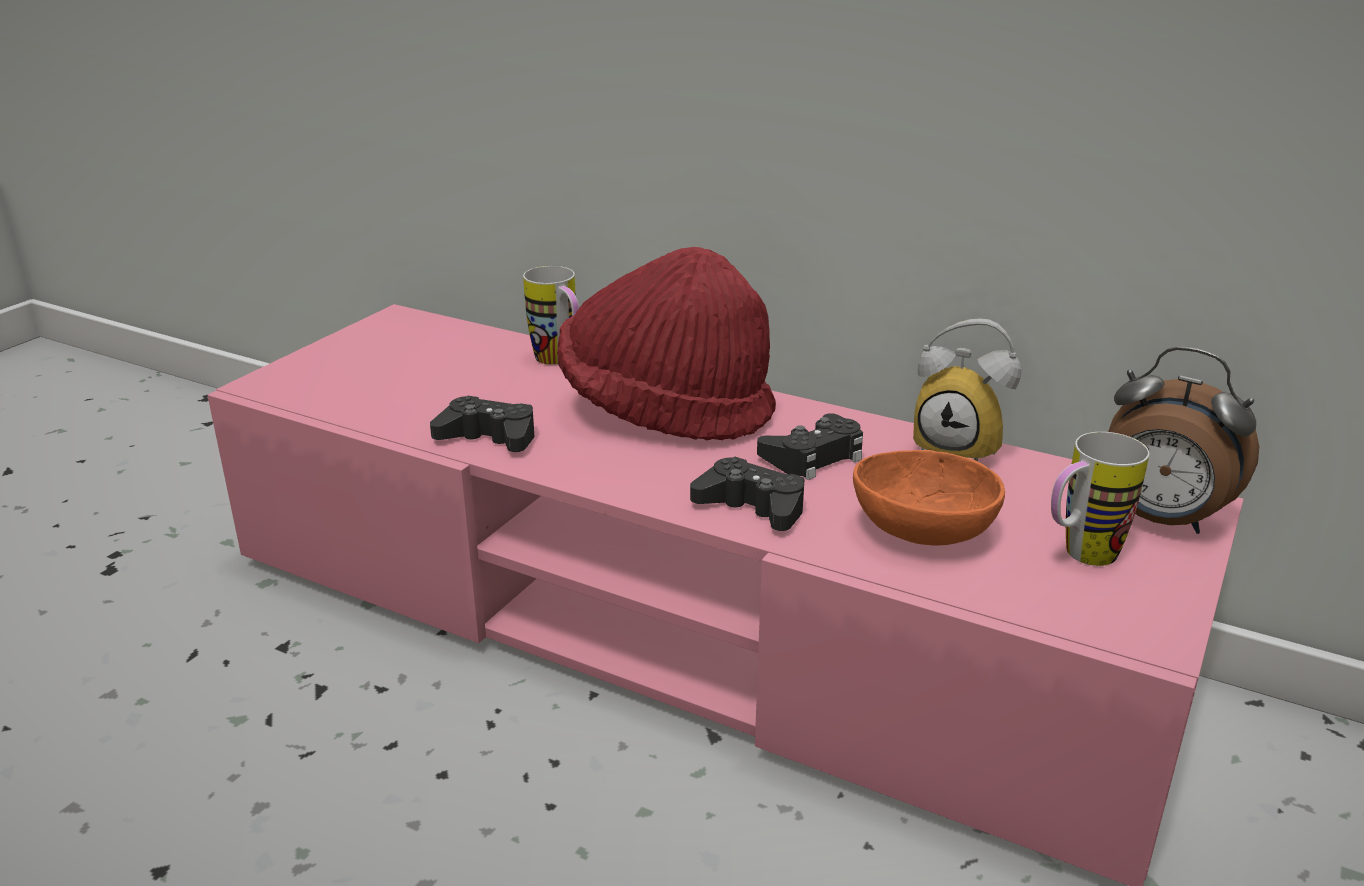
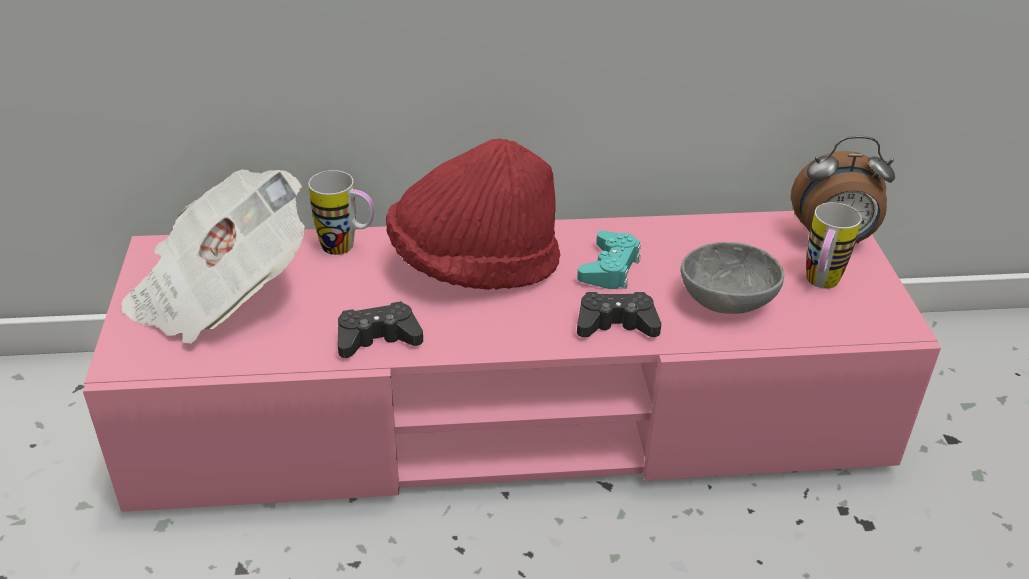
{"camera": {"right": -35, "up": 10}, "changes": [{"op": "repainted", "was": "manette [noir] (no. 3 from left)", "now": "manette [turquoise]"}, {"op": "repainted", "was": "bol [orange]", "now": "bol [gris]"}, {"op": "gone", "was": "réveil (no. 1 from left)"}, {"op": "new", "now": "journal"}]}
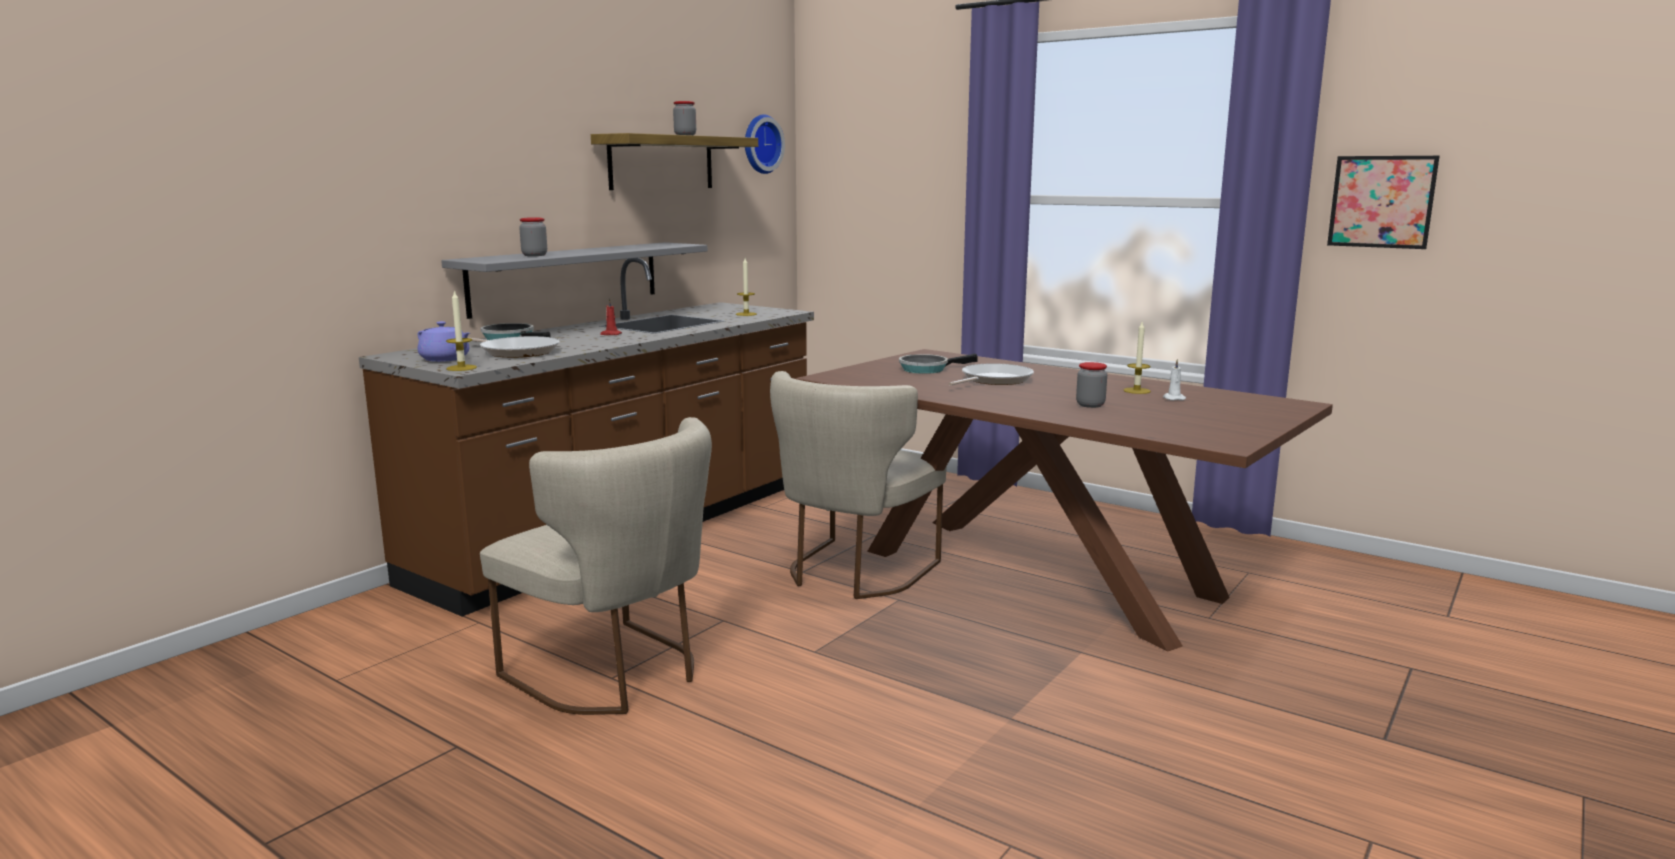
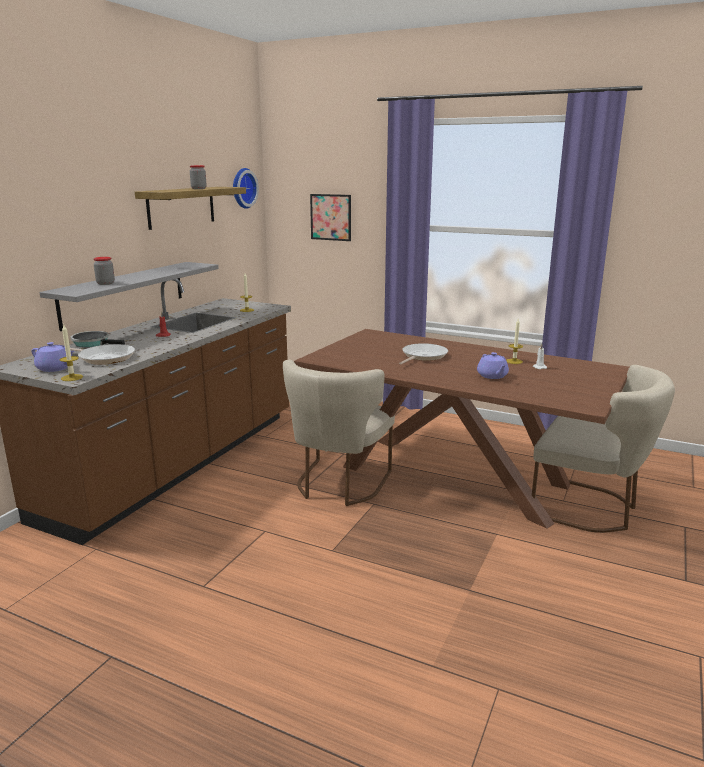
{"camera": {"right": -10, "up": 5}, "changes": [{"op": "shifted", "was": "chaise [beige] (no. 1 from left in the first image)", "now": "chaise [beige] (no. 2 from left)"}, {"op": "gone", "was": "poêle (no. 3 from left)"}, {"op": "swapped", "was": "bocal (no. 3 from left)", "now": "théière [violet] (no. 2 from left)"}, {"op": "shifted", "was": "tableau"}]}
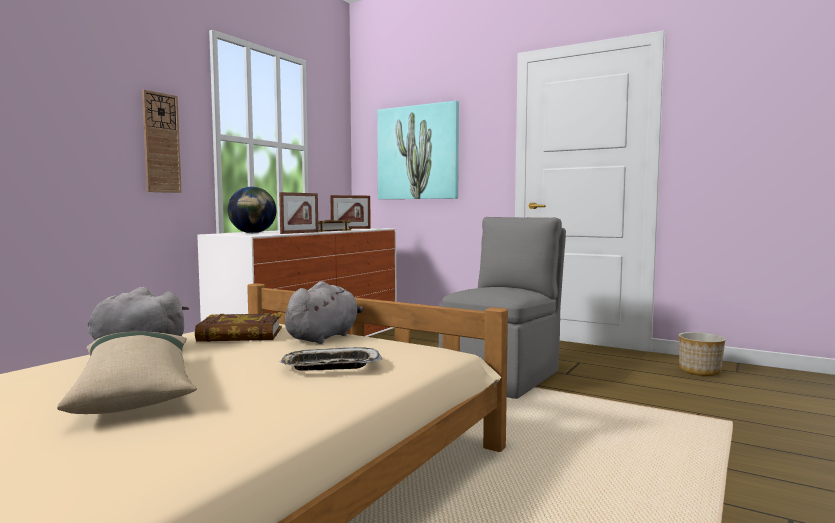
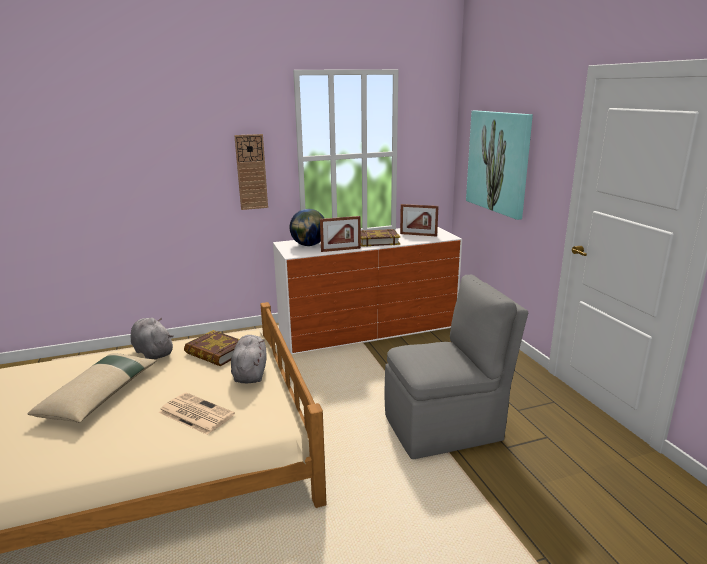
{"camera": {"right": 40, "up": 15}, "changes": [{"op": "swapped", "was": "plateau", "now": "journal"}, {"op": "rotated", "was": "peluche [gris] (no. 2 from left)", "clockwise": -75}, {"op": "gone", "was": "cache-pot"}]}
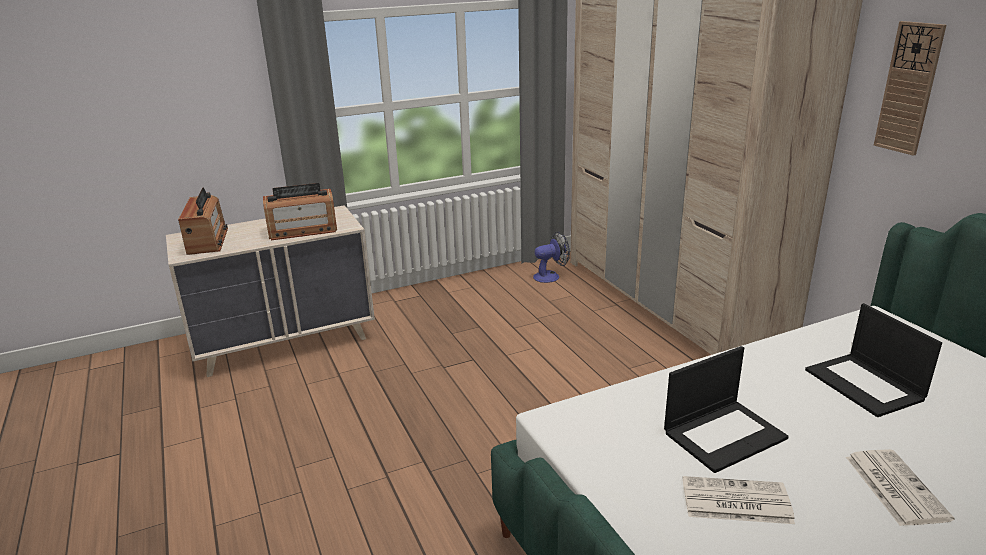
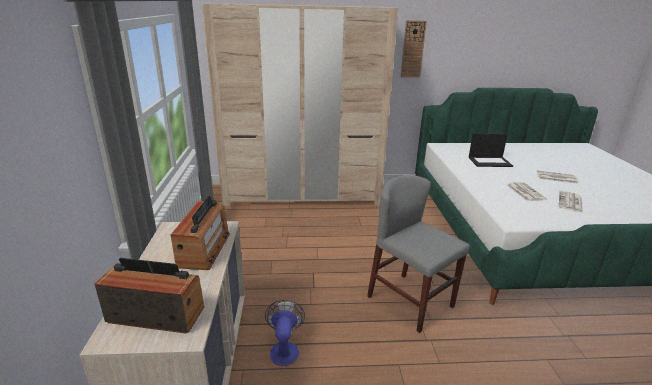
{"camera": {"right": -70, "up": 0}, "changes": [{"op": "shifted", "was": "ventilateur"}, {"op": "swapped", "was": "ordinateur portable (no. 1 from left)", "now": "journal (no. 1 from left)"}, {"op": "new", "now": "chaise [gris]"}]}
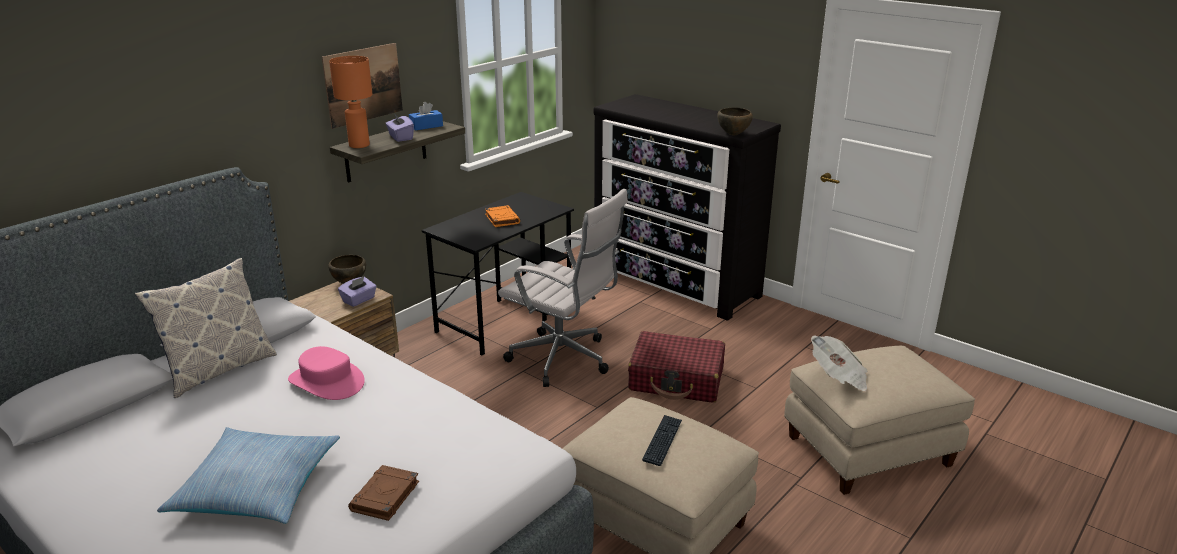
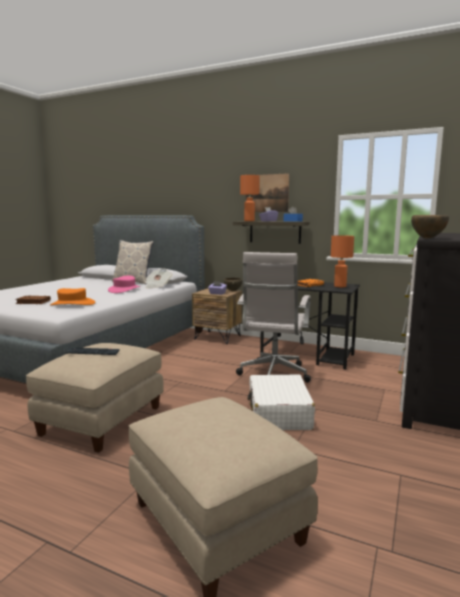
{"camera": {"right": 75, "up": -15}, "changes": [{"op": "gone", "was": "coussin (no. 2 from left)"}, {"op": "repainted", "was": "valise [rouge]", "now": "valise [blanc]"}, {"op": "shifted", "was": "journal"}, {"op": "new", "now": "chapeau [orange]"}, {"op": "new", "now": "lampe de table [orange] (no. 2 from left)"}]}
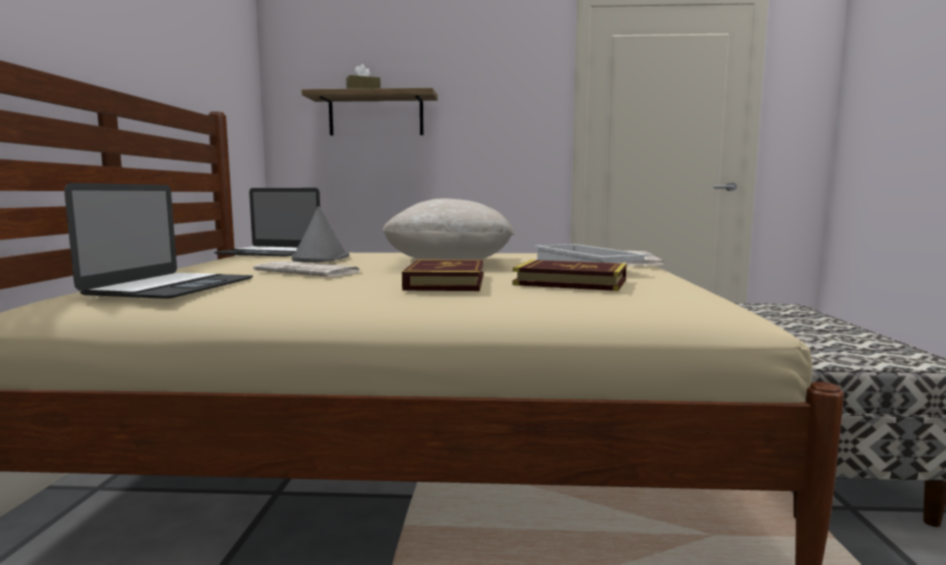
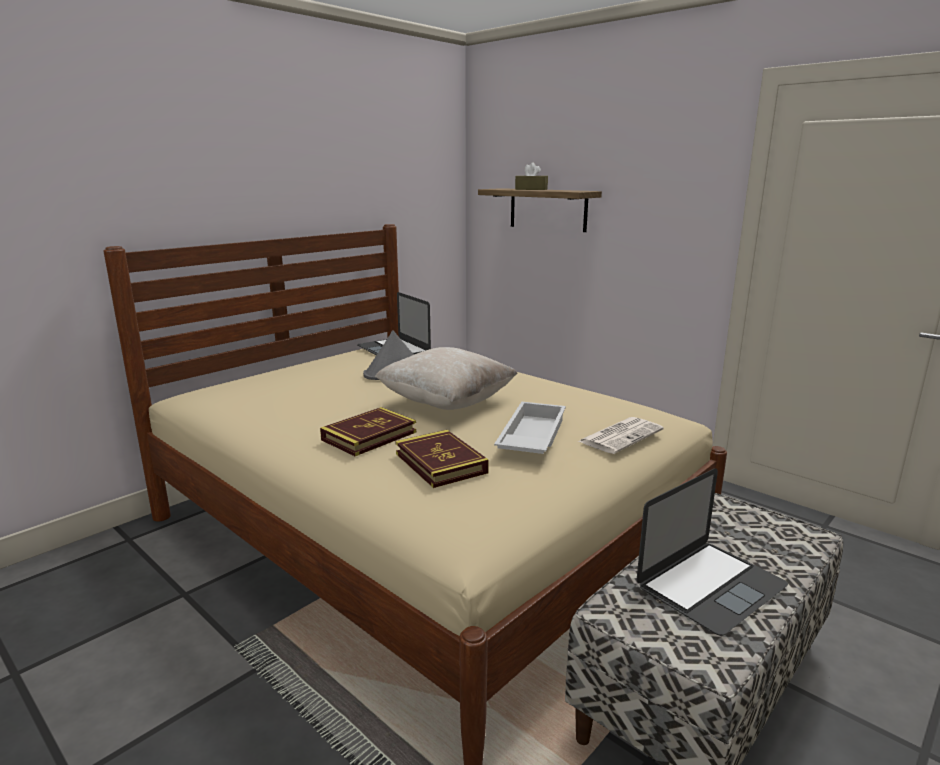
{"camera": {"right": 40, "up": 10}, "changes": [{"op": "shifted", "was": "ordinateur portable (no. 1 from left in the first image)", "now": "ordinateur portable (no. 2 from left)"}, {"op": "gone", "was": "journal (no. 1 from left)"}]}
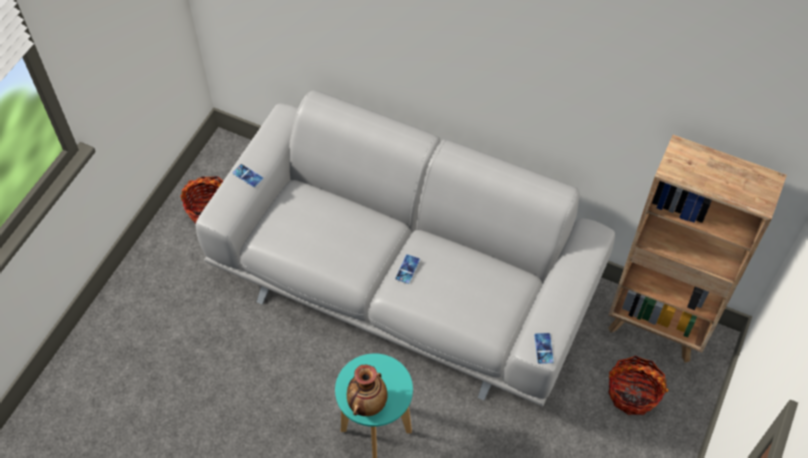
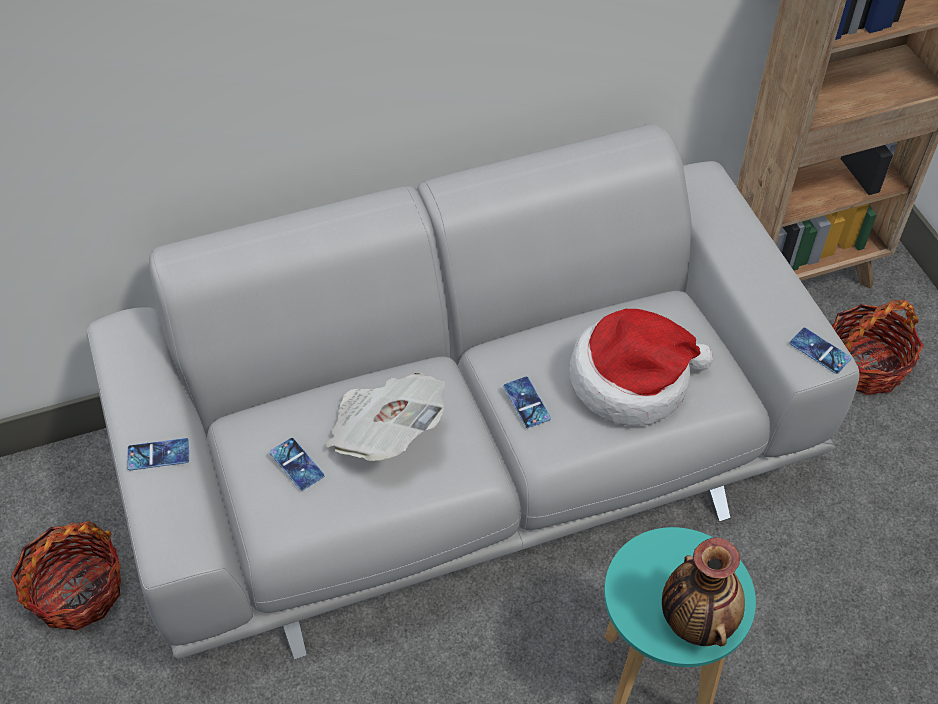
{"camera": {"right": -45, "up": -5}, "changes": [{"op": "new", "now": "téléphone (no. 2 from left)"}, {"op": "new", "now": "journal"}, {"op": "new", "now": "chapeau"}]}
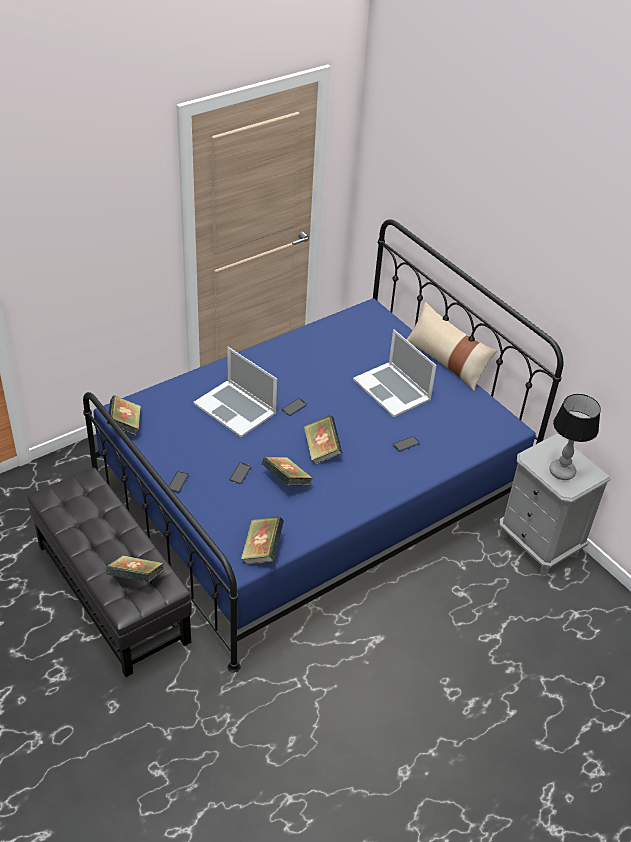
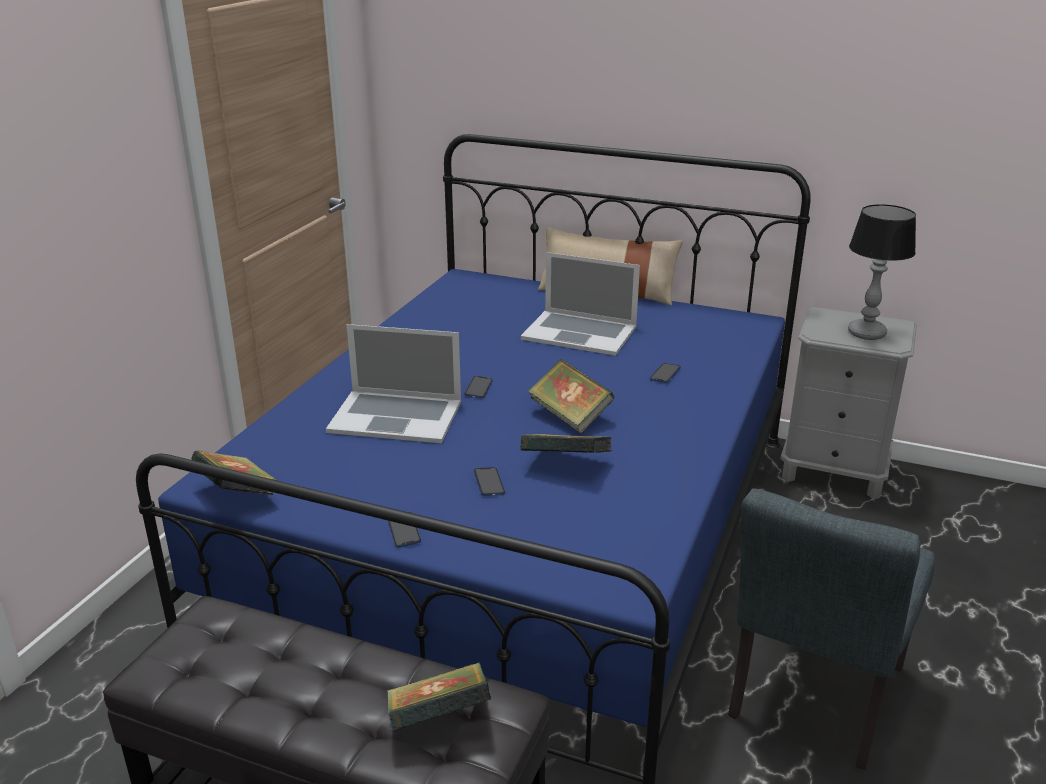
{"camera": {"right": -30, "up": -15}, "changes": [{"op": "gone", "was": "livre (no. 3 from left)"}, {"op": "new", "now": "chaise [gris]"}]}
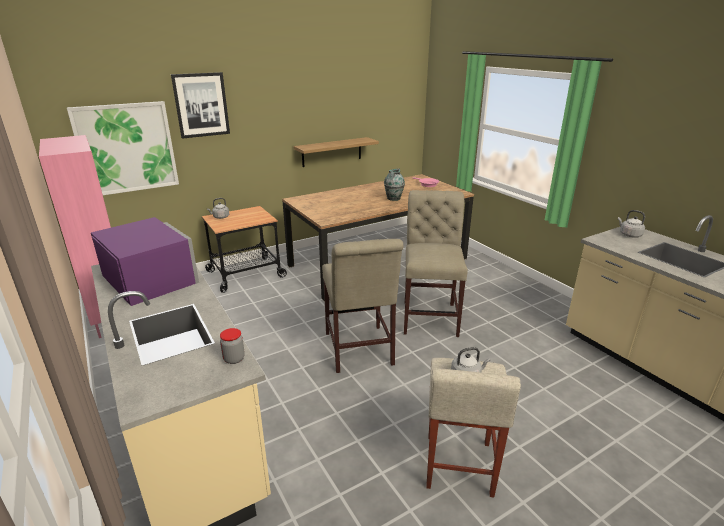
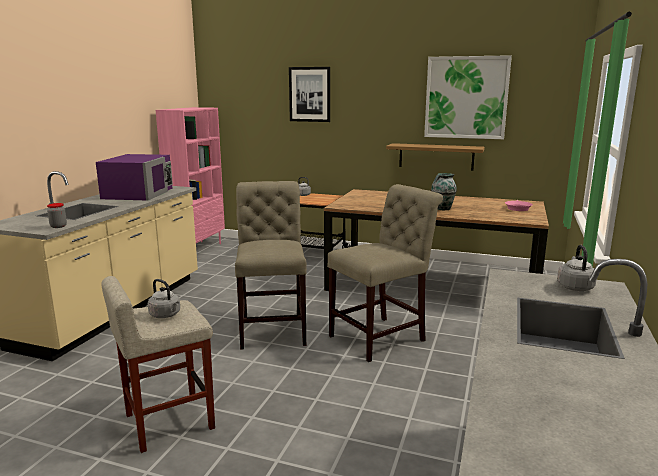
{"camera": {"right": 50, "up": -10}, "changes": [{"op": "shifted", "was": "tableau (no. 1 from left in the first image)", "now": "tableau (no. 2 from left)"}, {"op": "rotated", "was": "chaise [beige] (no. 1 from left)", "clockwise": 135}]}
